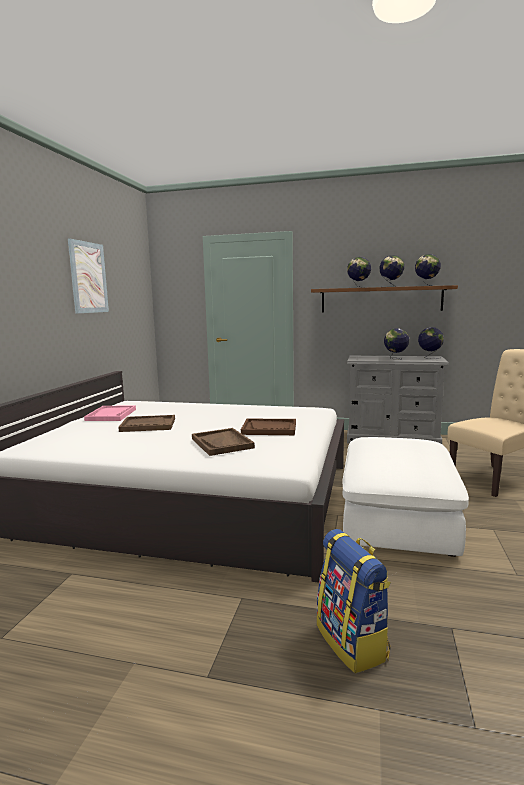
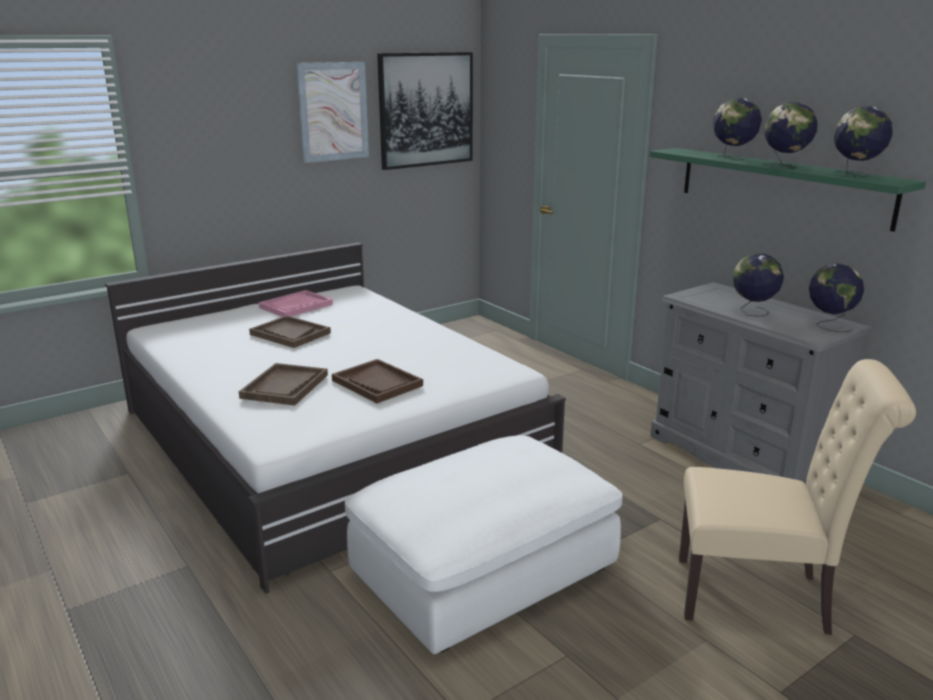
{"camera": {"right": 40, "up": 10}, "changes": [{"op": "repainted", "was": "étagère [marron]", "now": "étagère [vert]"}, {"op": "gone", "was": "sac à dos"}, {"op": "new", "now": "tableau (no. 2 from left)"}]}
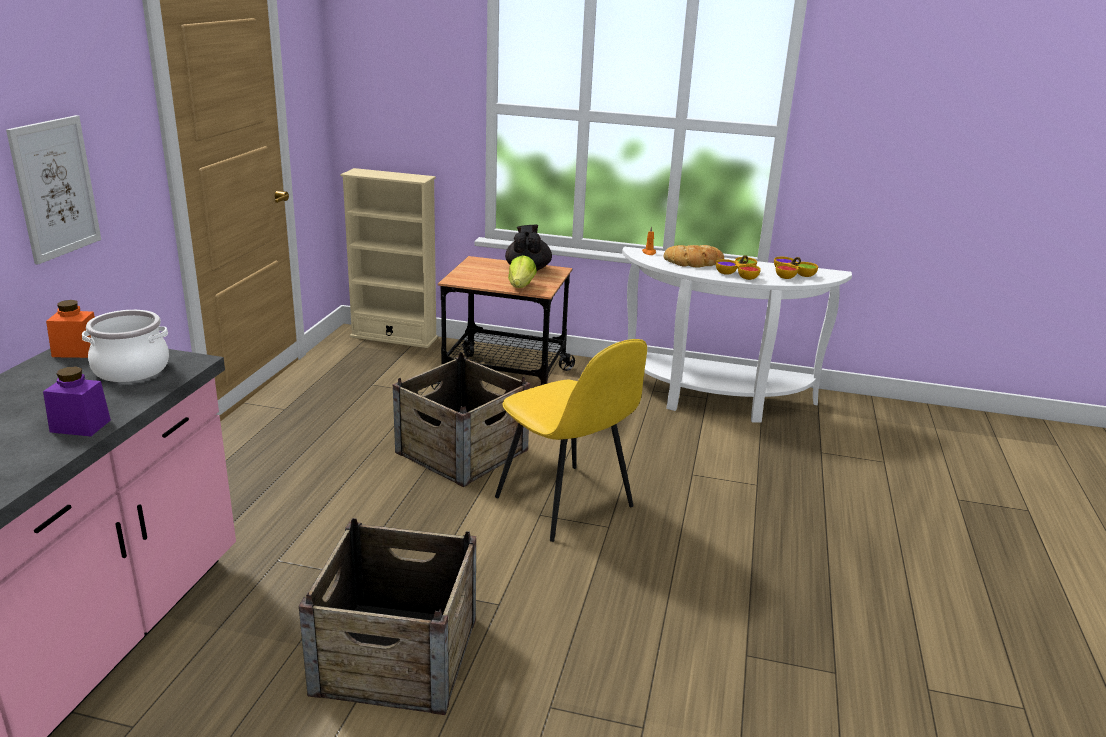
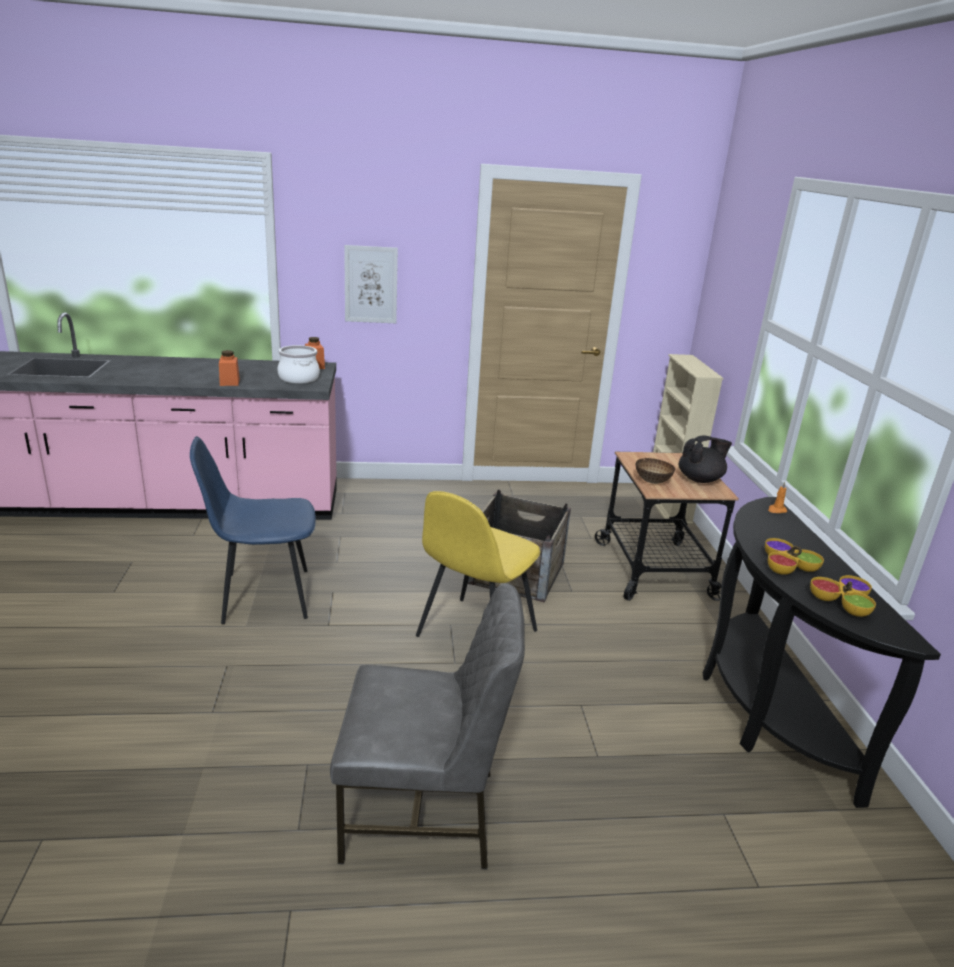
{"camera": {"right": 70, "up": 0}, "changes": [{"op": "repainted", "was": "bocal [violet]", "now": "bocal [orange] (no. 1 from left)"}, {"op": "swapped", "was": "caisse (no. 1 from left)", "now": "chaise [bleu]"}, {"op": "swapped", "was": "laitue", "now": "bol (no. 1 from left)"}, {"op": "repainted", "was": "table console [blanc]", "now": "table console [noir]"}, {"op": "gone", "was": "pain"}, {"op": "new", "now": "chaise [gris]"}]}
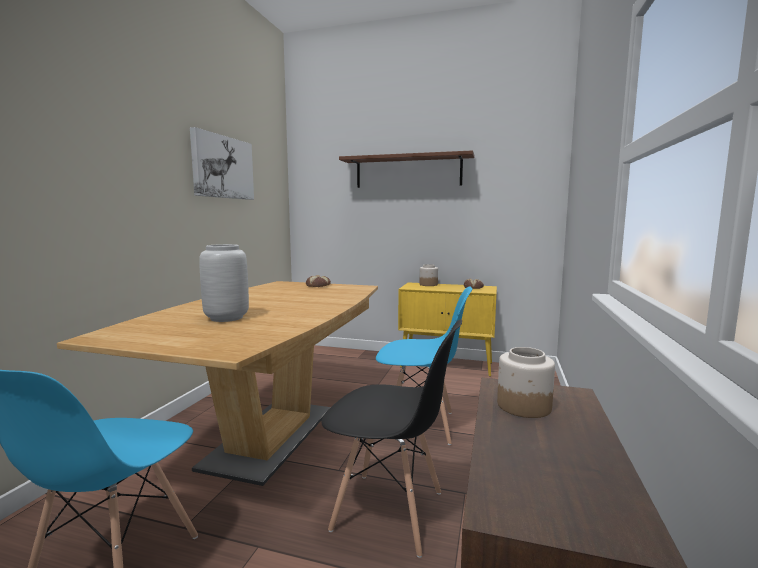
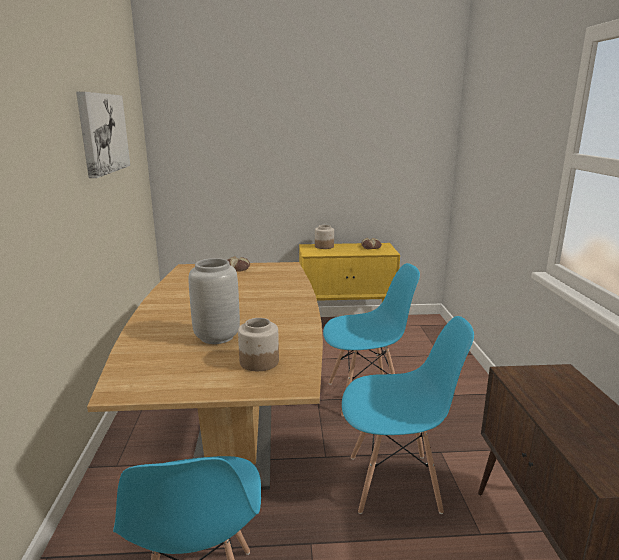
{"camera": {"right": -20, "up": 10}, "changes": [{"op": "repainted", "was": "chaise [noir]", "now": "chaise [bleu] (no. 3 from left)"}, {"op": "gone", "was": "étagère [marron]"}, {"op": "shifted", "was": "bocal (no. 2 from left in the first image)", "now": "bocal (no. 1 from left)"}]}
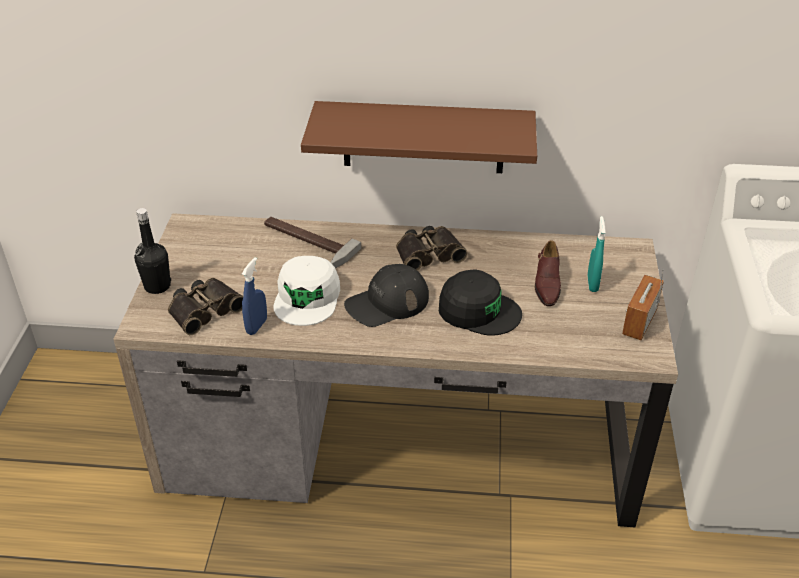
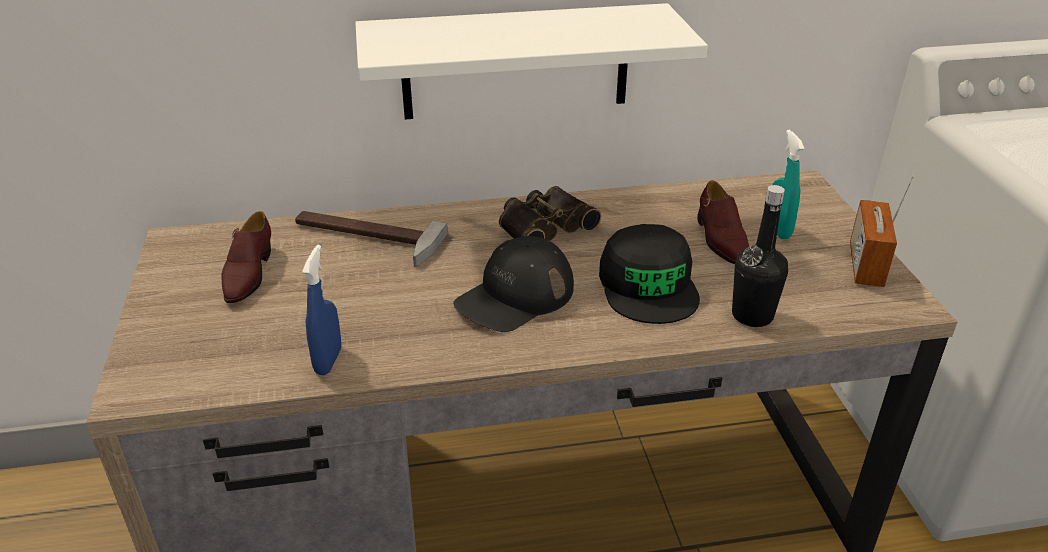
{"camera": {"right": -15, "up": -5}, "changes": [{"op": "shifted", "was": "bouteille [noir]"}, {"op": "gone", "was": "jumelles (no. 1 from left)"}, {"op": "gone", "was": "casquette [blanc]"}, {"op": "repainted", "was": "étagère [marron]", "now": "étagère [blanc]"}, {"op": "rotated", "was": "casquette [noir] (no. 2 from left)", "clockwise": 75}, {"op": "new", "now": "chaussure [marron] (no. 1 from left)"}]}
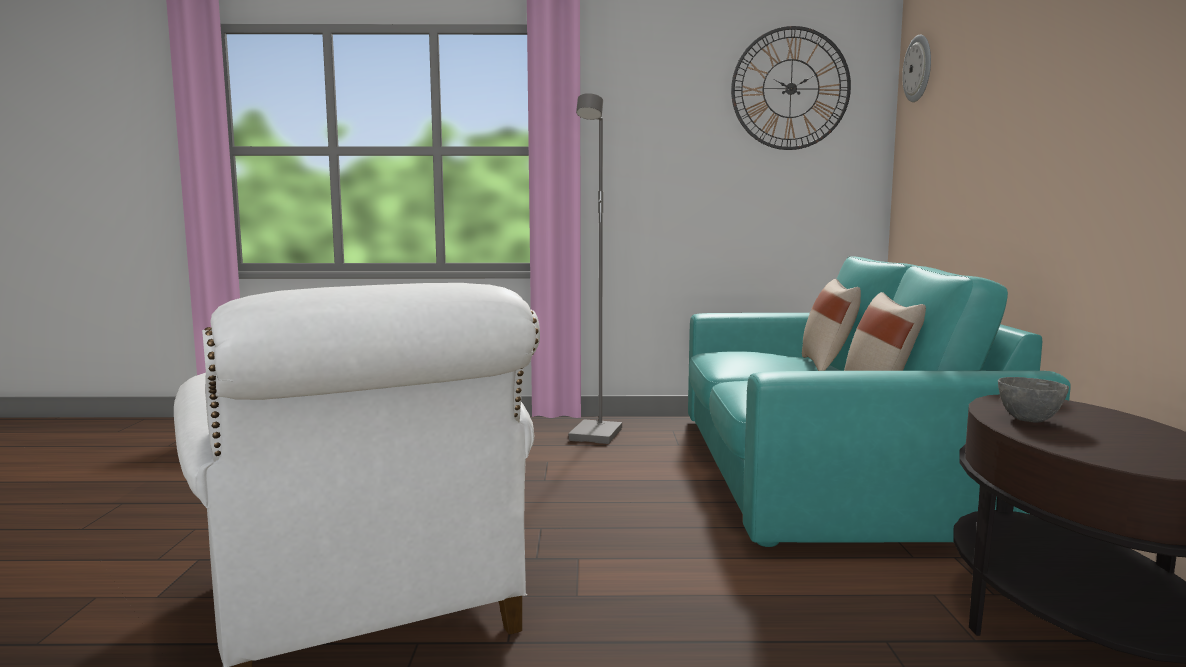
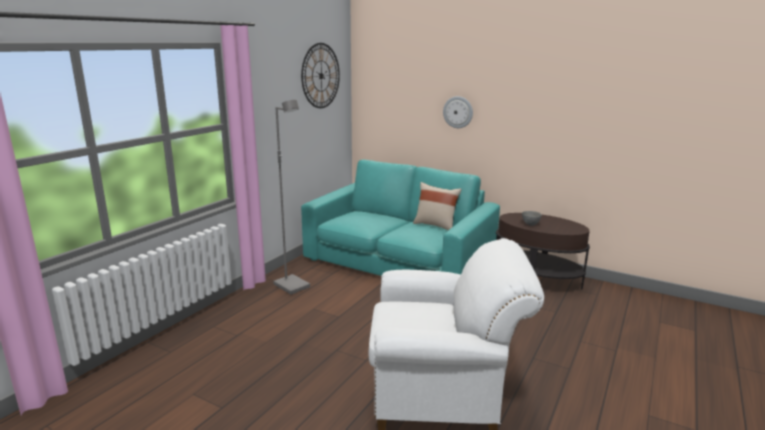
{"camera": {"right": -60, "up": 10}, "changes": [{"op": "gone", "was": "coussin [beige] (no. 1 from left)"}, {"op": "shifted", "was": "horloge murale (no. 2 from left)"}]}
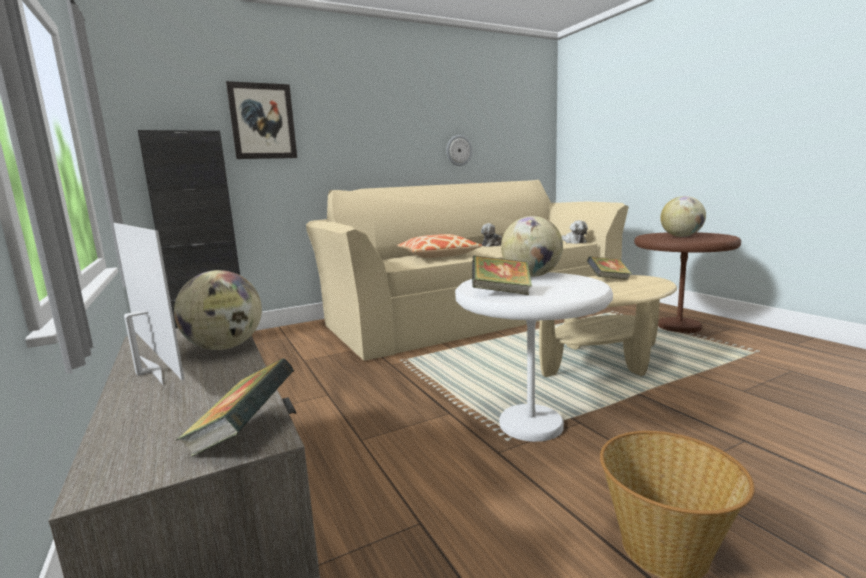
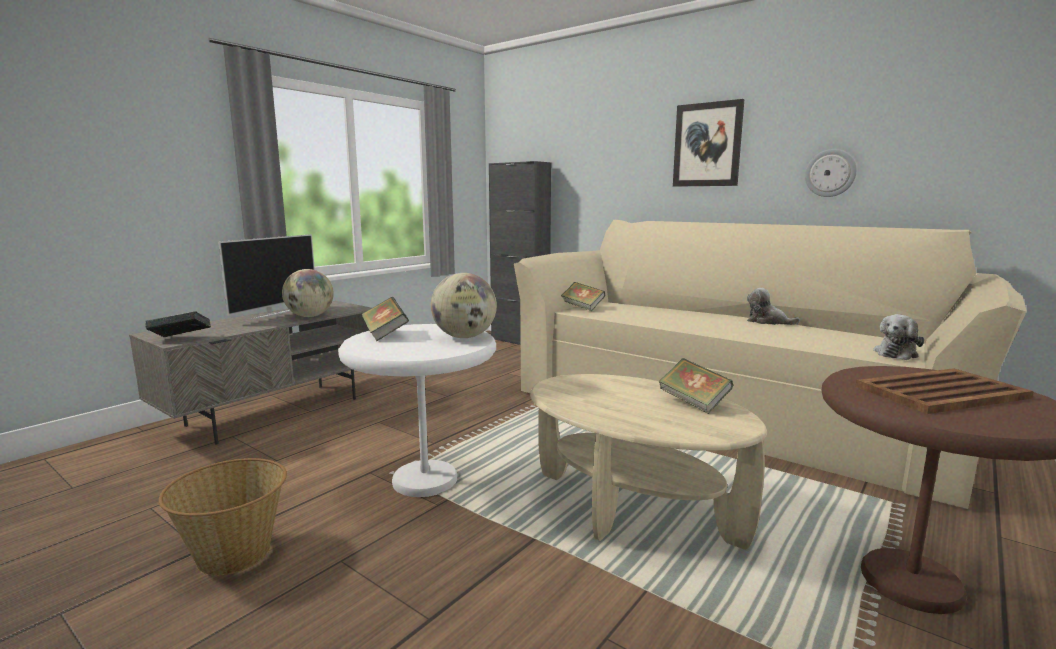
{"camera": {"right": 65, "up": 0}, "changes": [{"op": "shifted", "was": "tableau"}, {"op": "gone", "was": "coussin"}, {"op": "swapped", "was": "globe (no. 3 from left)", "now": "plateau [marron]"}, {"op": "new", "now": "livre (no. 3 from left)"}]}
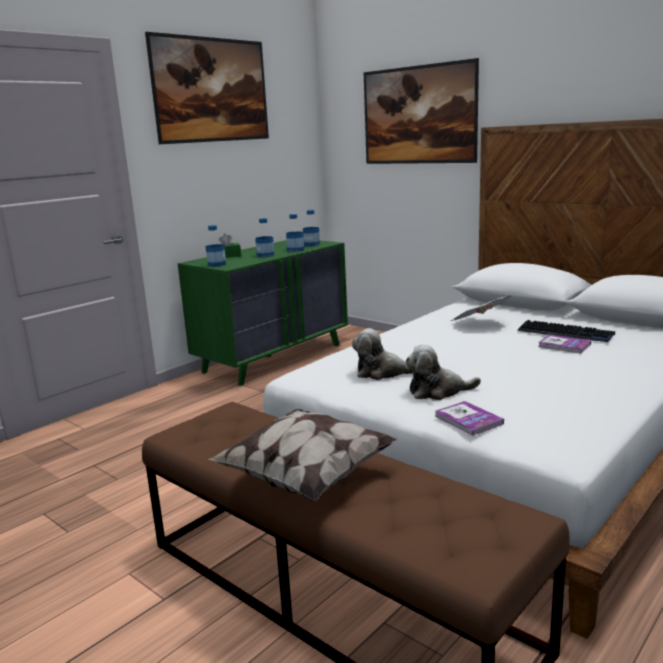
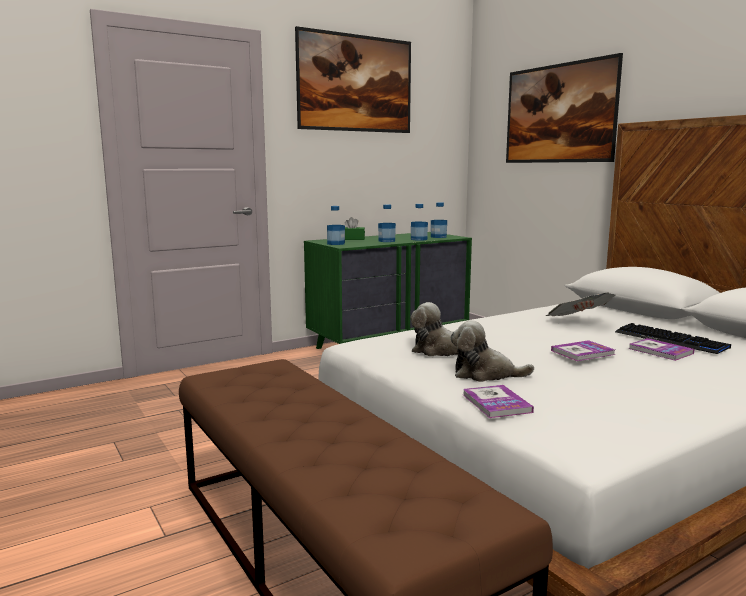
{"camera": {"right": 15, "up": -5}, "changes": [{"op": "gone", "was": "coussin"}, {"op": "new", "now": "livre (no. 2 from left)"}]}
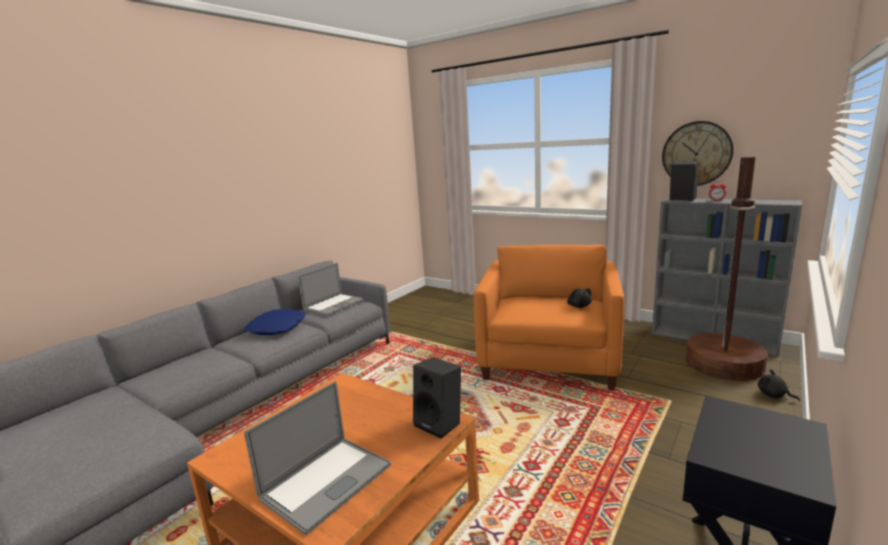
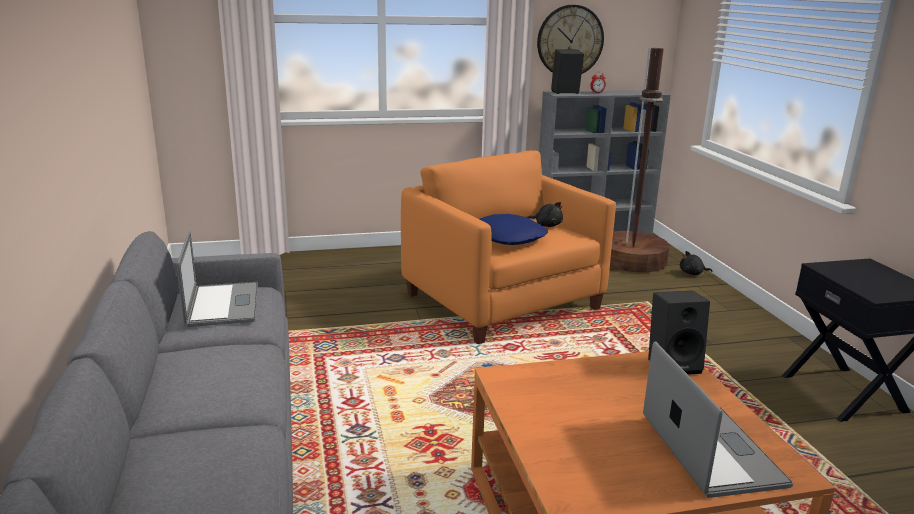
{"camera": {"right": -50, "up": 5}, "changes": [{"op": "shifted", "was": "coussin [bleu]"}]}
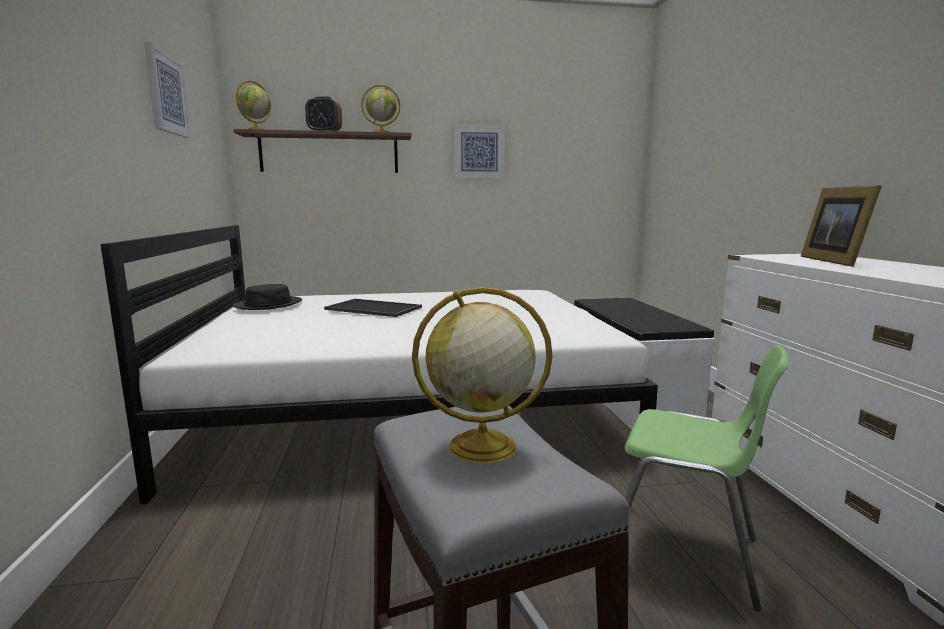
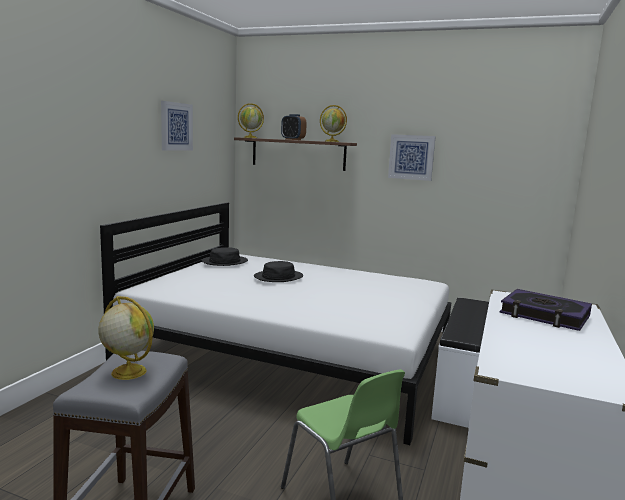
{"camera": {"right": 30, "up": 0}, "changes": [{"op": "swapped", "was": "plateau", "now": "chapeau [noir] (no. 2 from left)"}, {"op": "swapped", "was": "cadre photo", "now": "livre"}]}
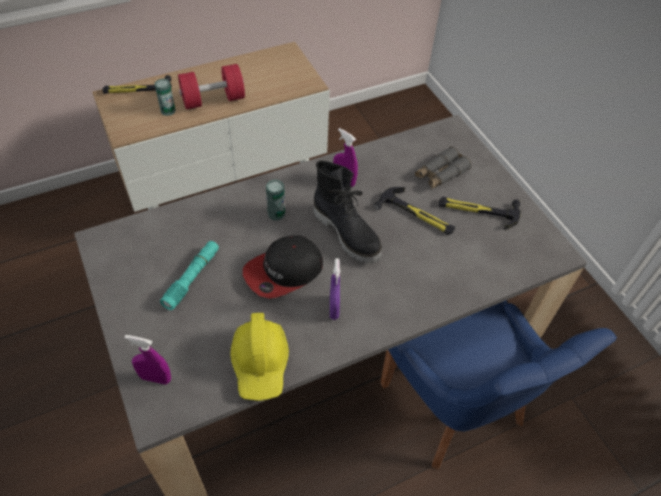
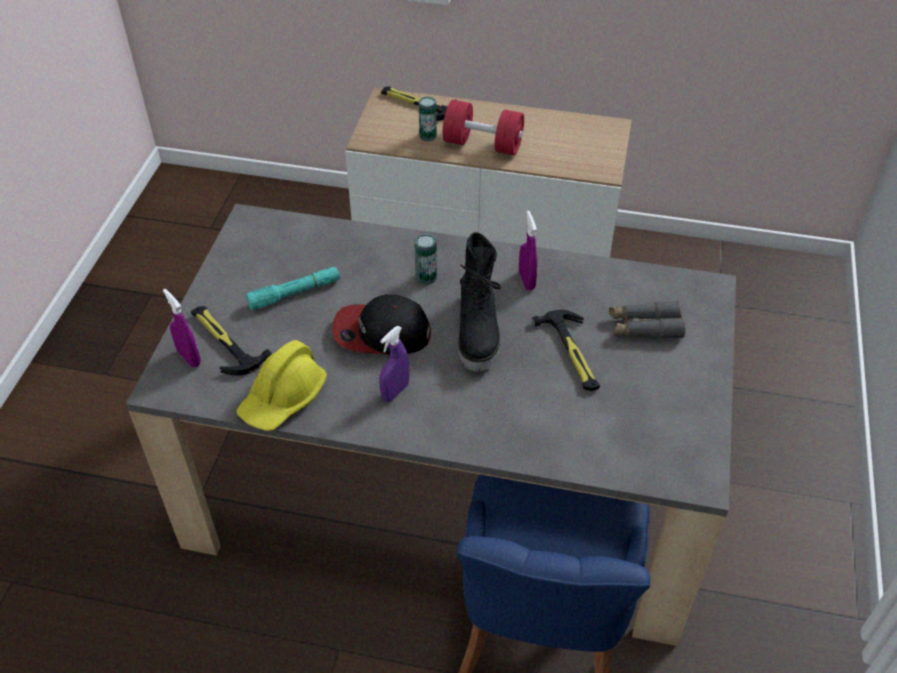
{"camera": {"right": 40, "up": -5}, "changes": [{"op": "shifted", "was": "marteau (no. 3 from left in the first image)", "now": "marteau (no. 1 from left)"}]}
